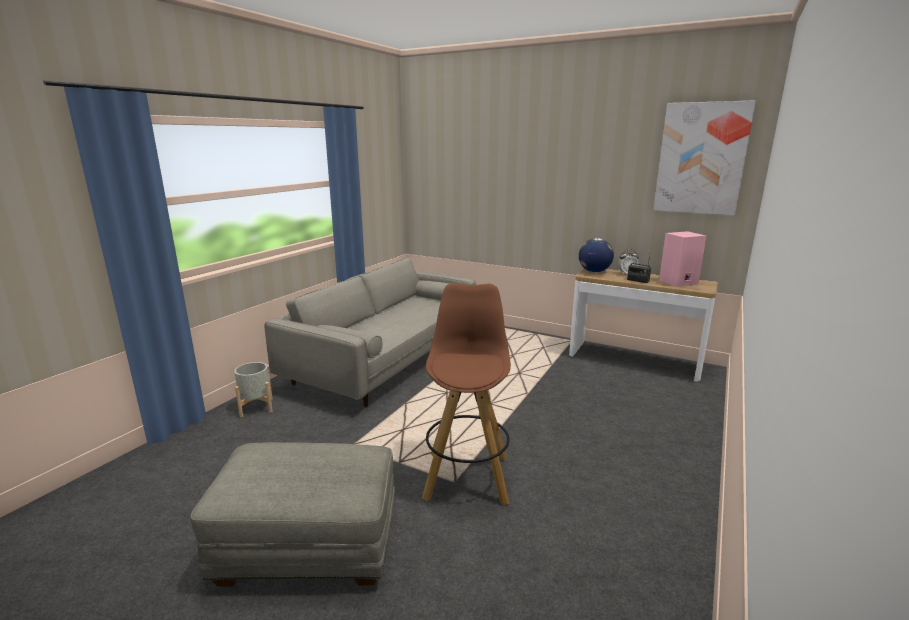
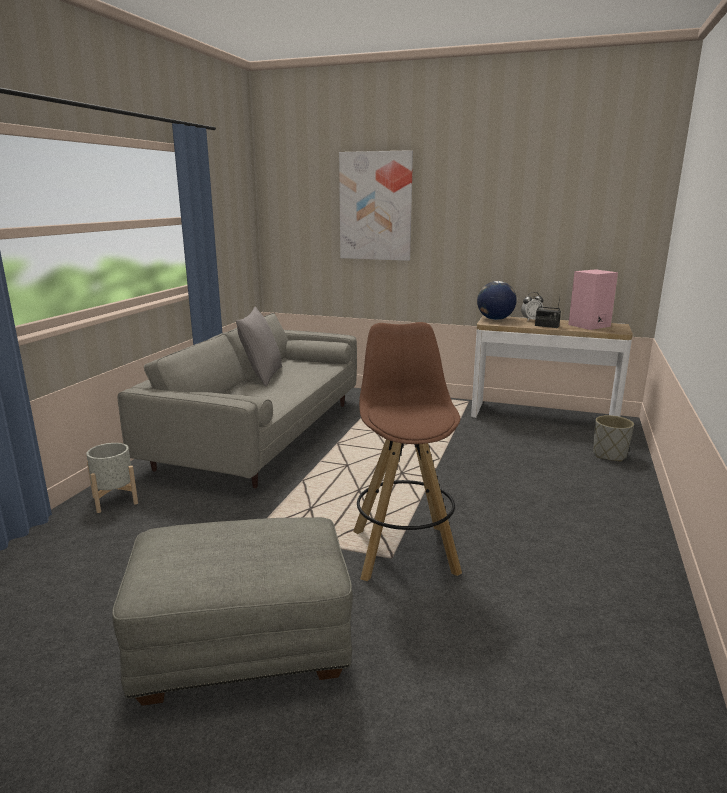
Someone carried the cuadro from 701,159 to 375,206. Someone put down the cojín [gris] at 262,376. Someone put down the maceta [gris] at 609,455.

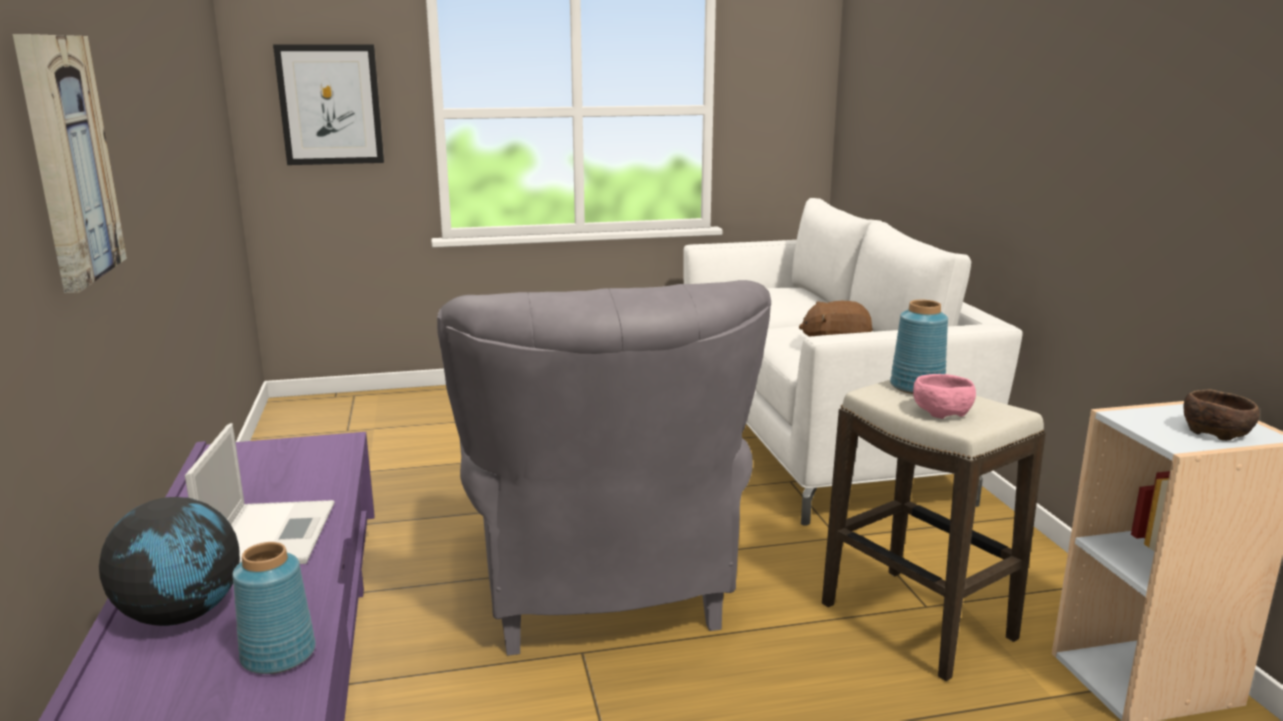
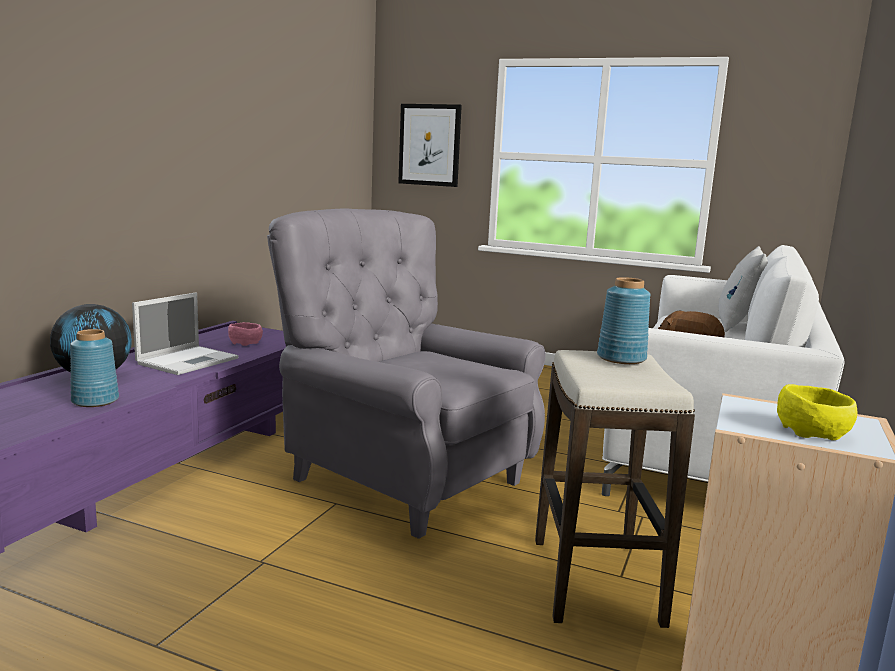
Someone took away the cuadro at 68,159. Someone rotated the sillón [gris] at 599,588 by 105 degrees clockwise. Someone carried the cuenco [rosa] from 941,410 to 245,342. Someone repainted the cuenco [marrón] at 1215,431, which became the cuenco [amarillo] at 813,431. Someone put down the cojín [gris] at 736,325.

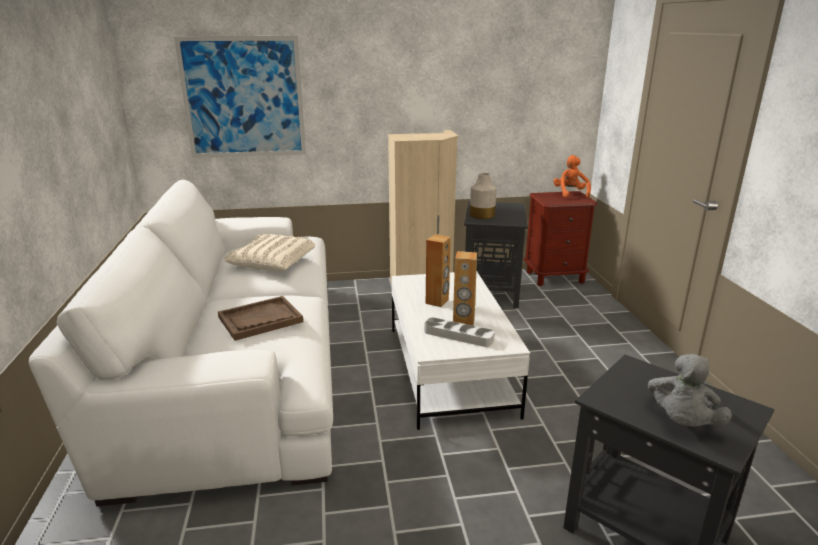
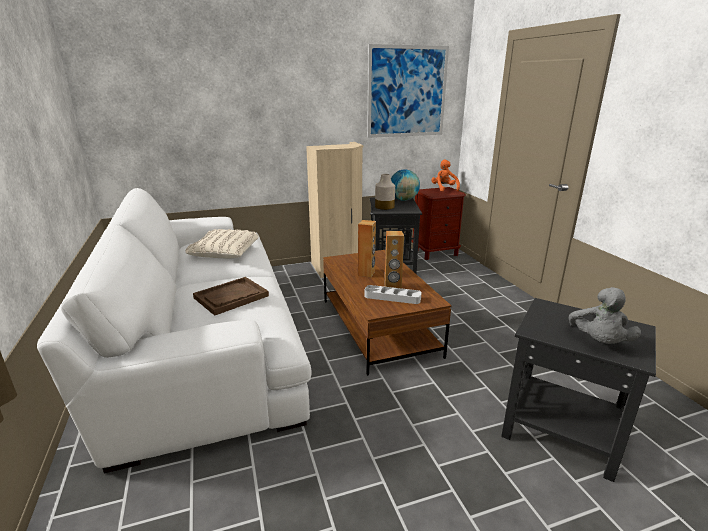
Someone carried the cuadro from 243,98 to 407,92. Someone repainted the mesa de centro [blanco] at 449,370, which became the mesa de centro [marrón] at 378,327. Someone put down the globo terráqueo at 403,200.

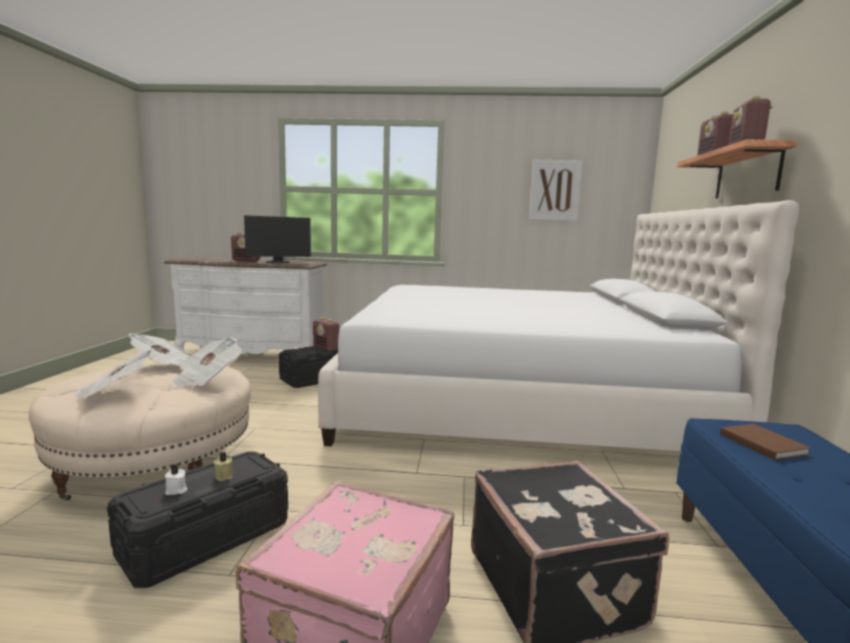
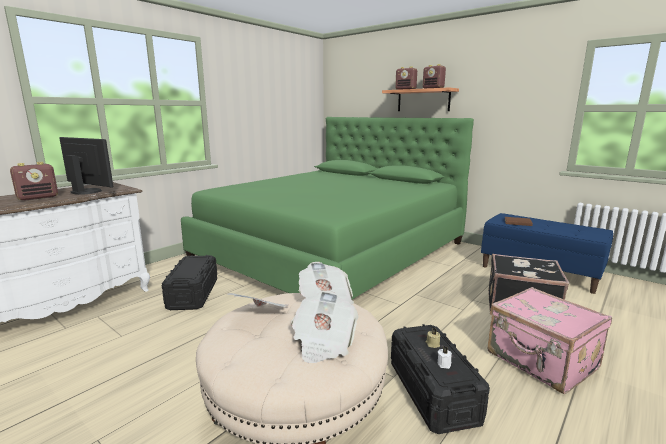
Someone took away the cuadro at 554,190. Someone repainted the cama [blanco] at 514,399, which became the cama [verde] at 332,250. Someone rotated the monitor at 278,262 by 75 degrees counterclockwise. Someone took away the radio at 326,348.

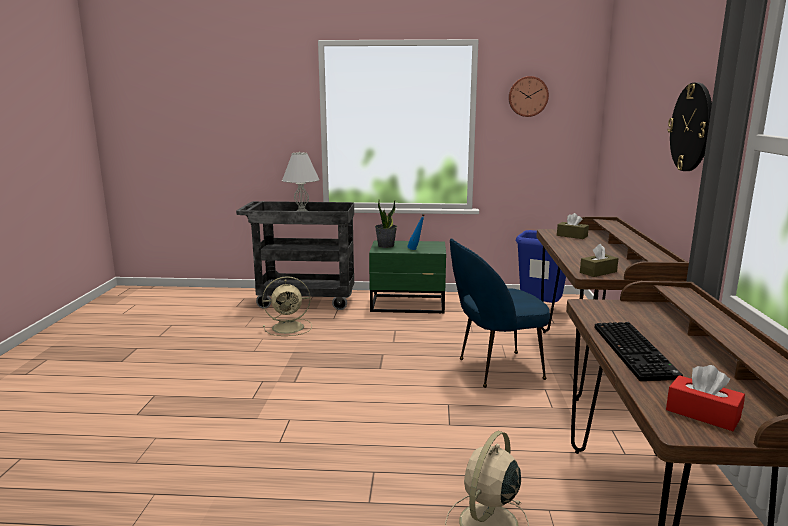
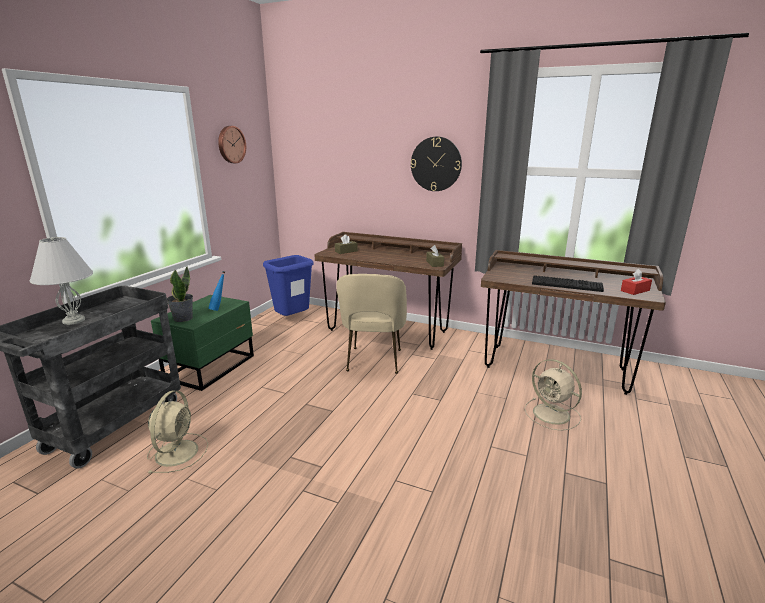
Someone repainted the silla [azul] at 493,370, which became the silla [beis] at 373,363.

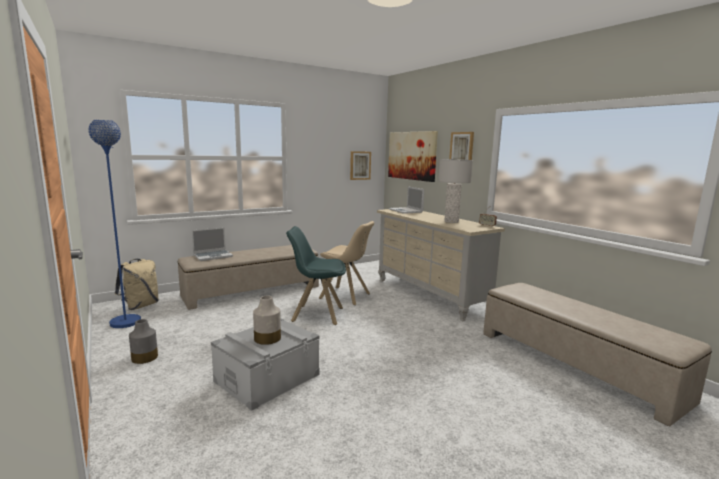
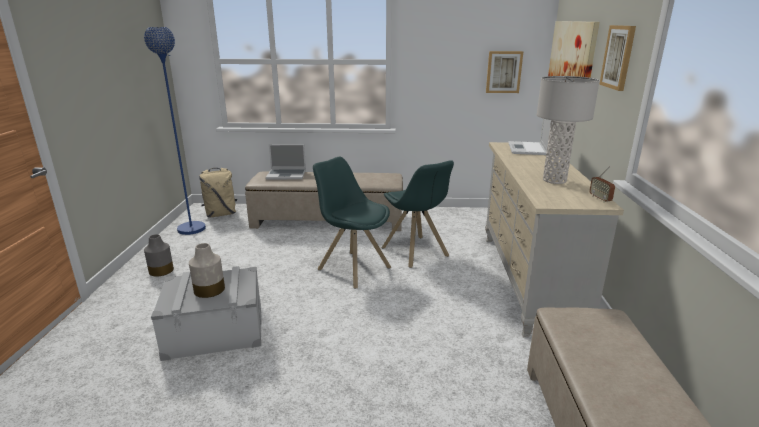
Someone repainted the silla [beis] at 345,296, which became the silla [turquesa] at 415,252.

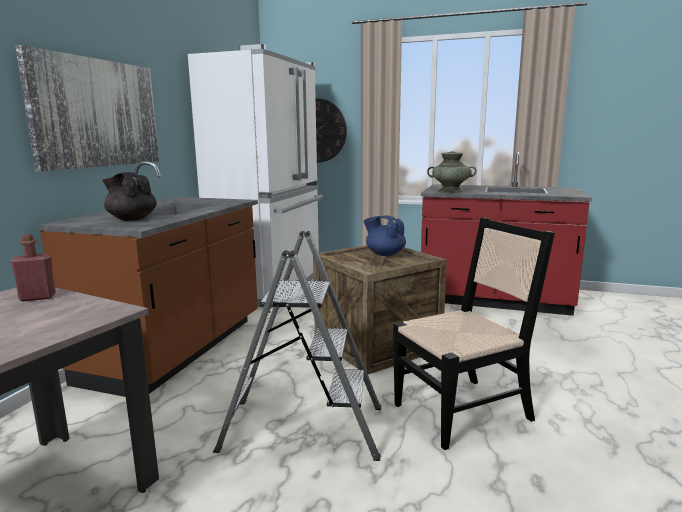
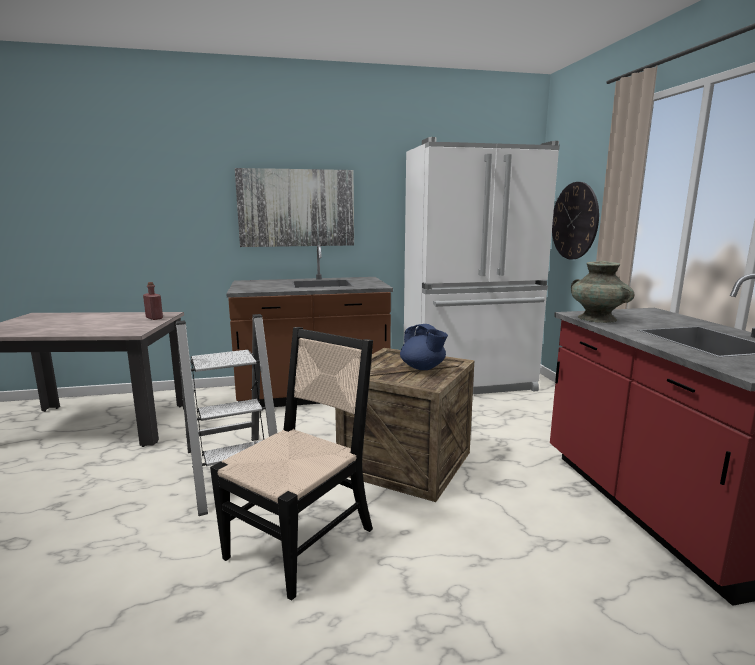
Someone took away the tetera [negro] at 132,219. Someone rotated the tetera [azul] at 384,254 by 135 degrees clockwise. Someone rotated the silla at 462,412 by 90 degrees counterclockwise.

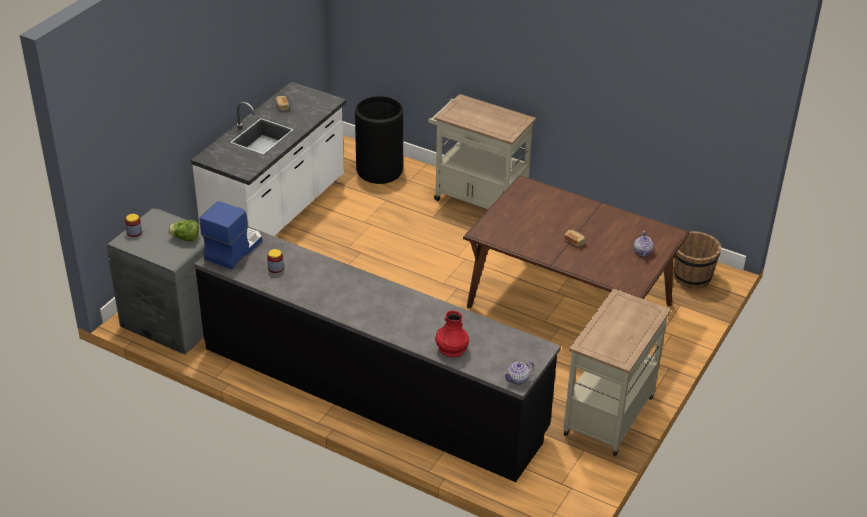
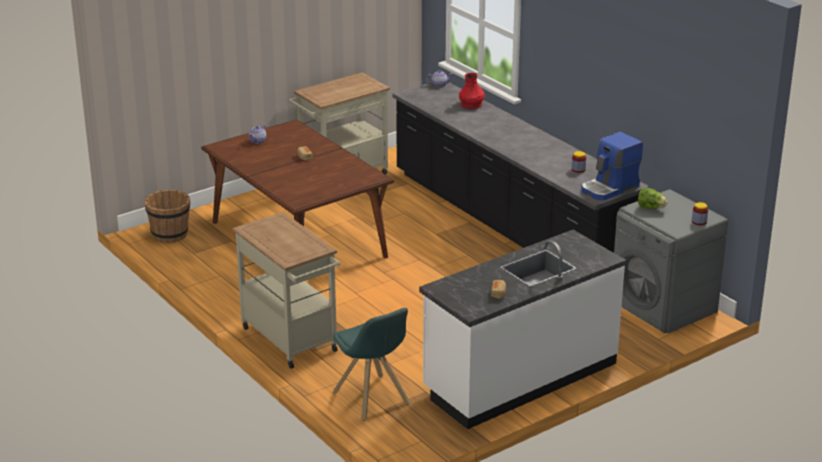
Someone swapped the papelera [negro] at 379,171 for the silla [turquesa] at 372,398.

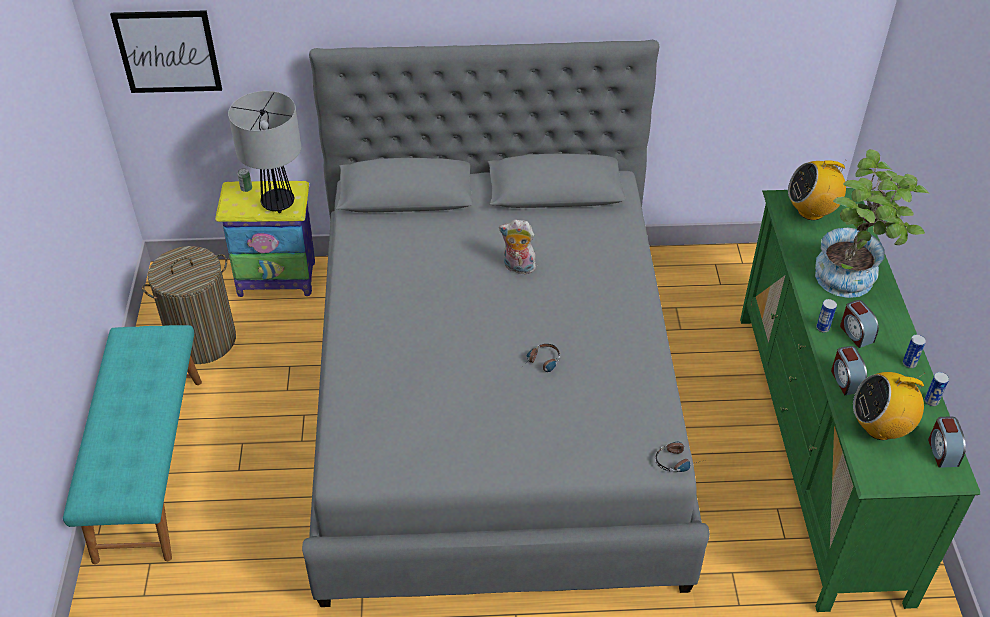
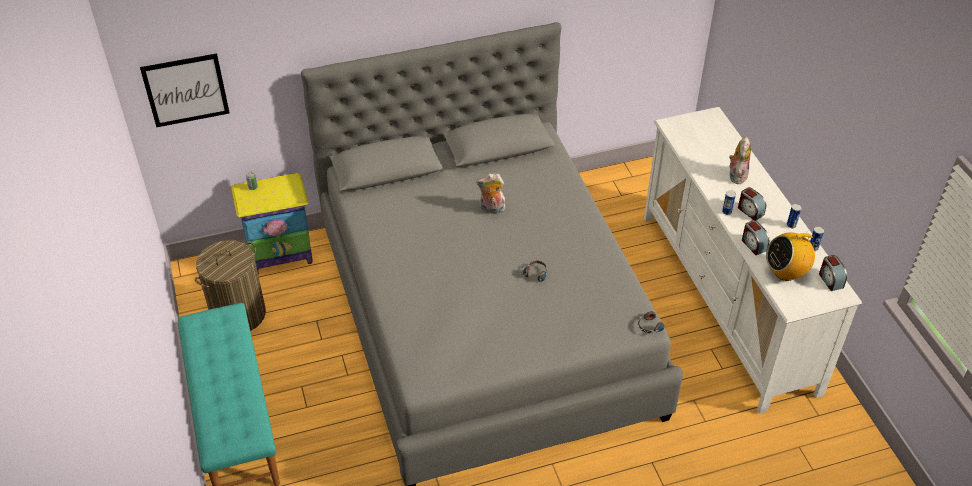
Someone took away the lámpara de mesa at 278,204. Someone swapped the planta en maceta at 852,281 for the peluche at 736,175. Someone took away the radio at 811,211. Someone repainted the cómoda [verde] at 818,449, which became the cómoda [blanco] at 726,301.

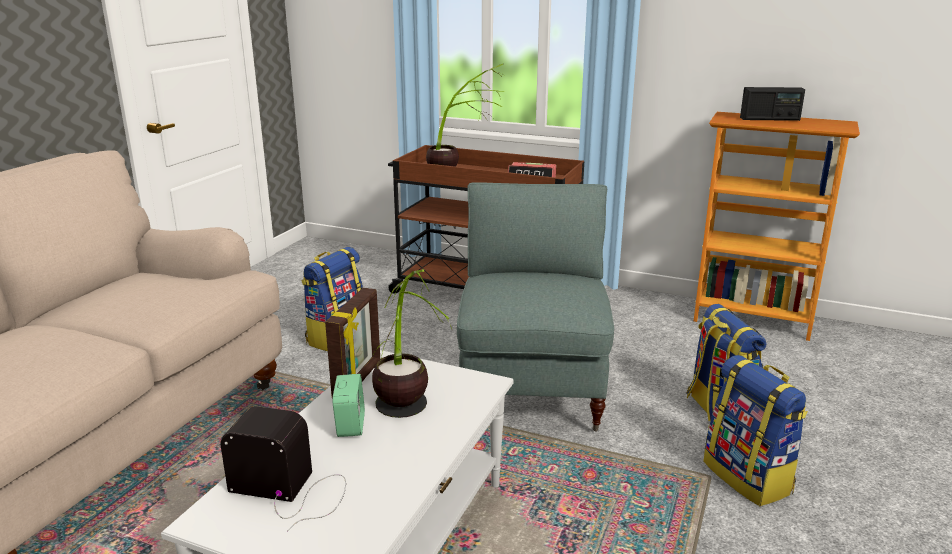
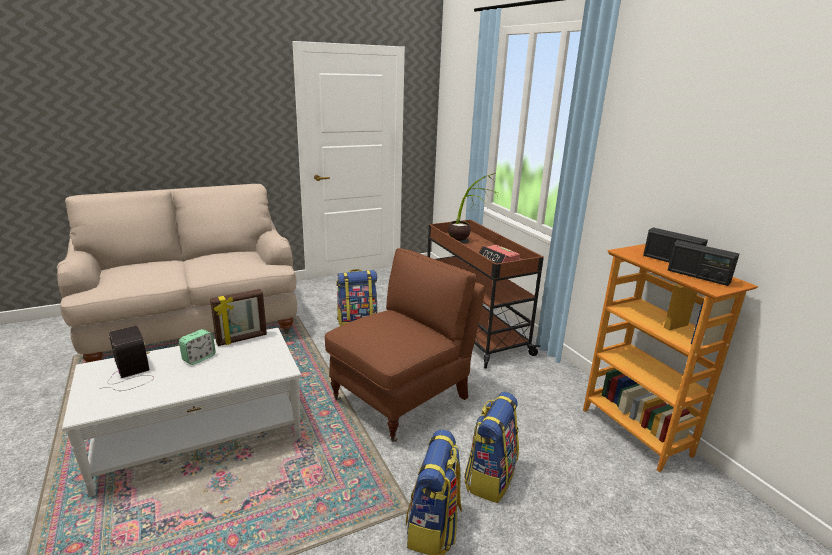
Someone repainted the sillón [gris] at 532,389, which became the sillón [marrón] at 402,398. Someone took away the planta en maceta at 407,420. Someone put down the radio at 698,276.

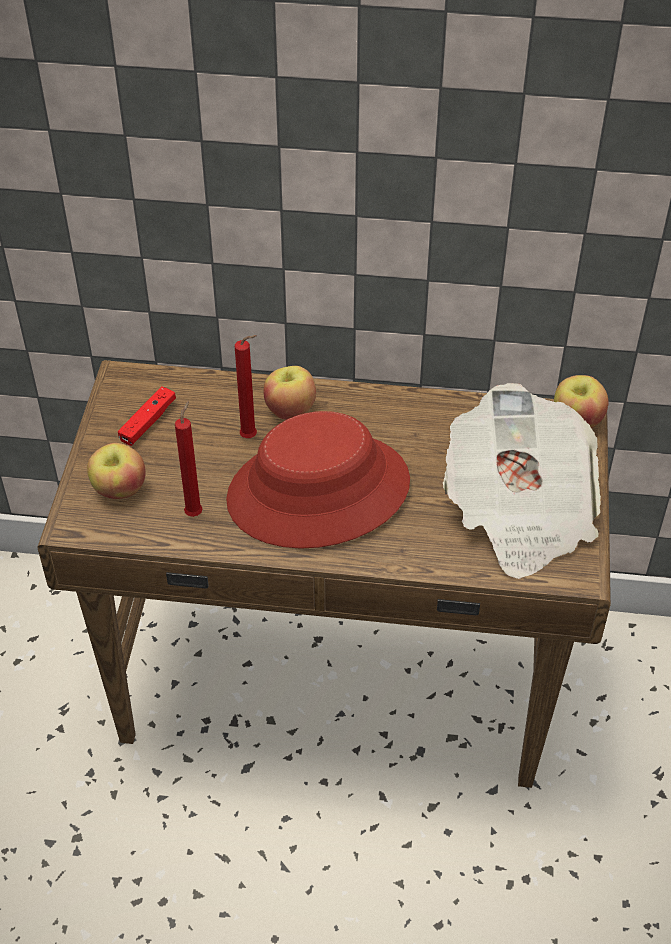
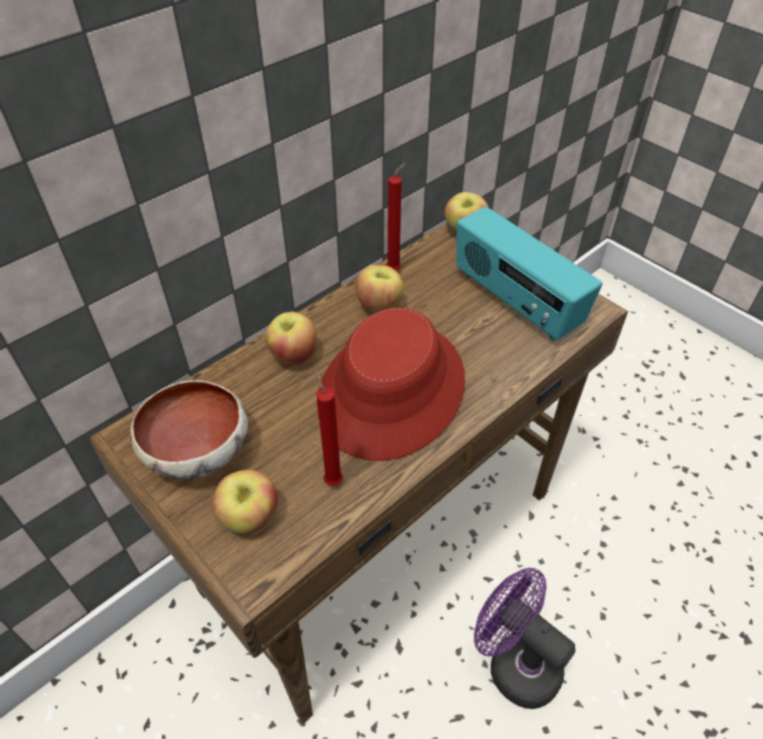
Someone carried the vela [rojo] from 251,437 to 395,270. Someone swapped the periódico at 519,511 for the radio at 515,302. Someone swapped the mando de consola [rojo] at 148,422 for the cuenco at 199,449. Someone put down the manzana at 379,305. Someone put down the ventilador [morado] at 514,662.

